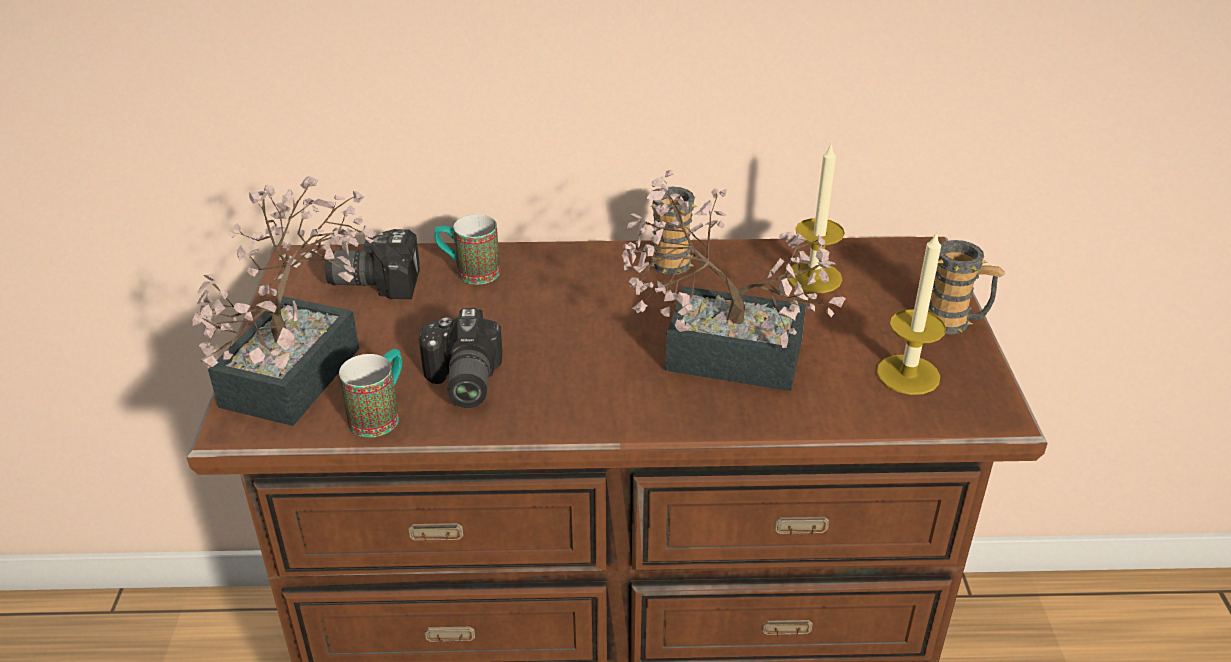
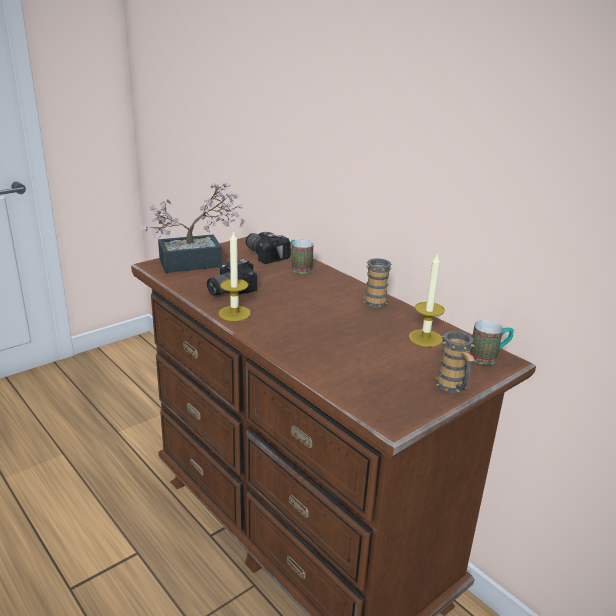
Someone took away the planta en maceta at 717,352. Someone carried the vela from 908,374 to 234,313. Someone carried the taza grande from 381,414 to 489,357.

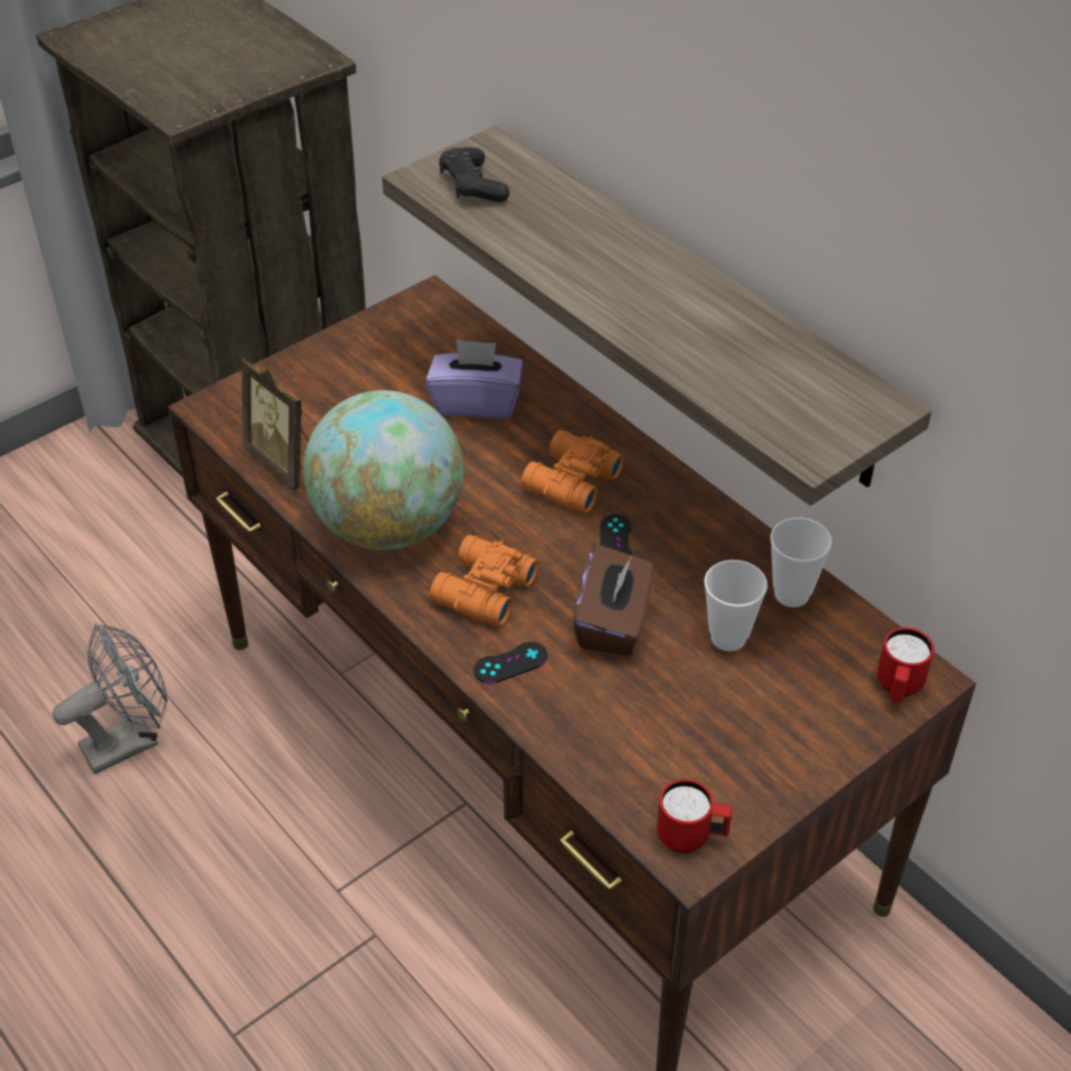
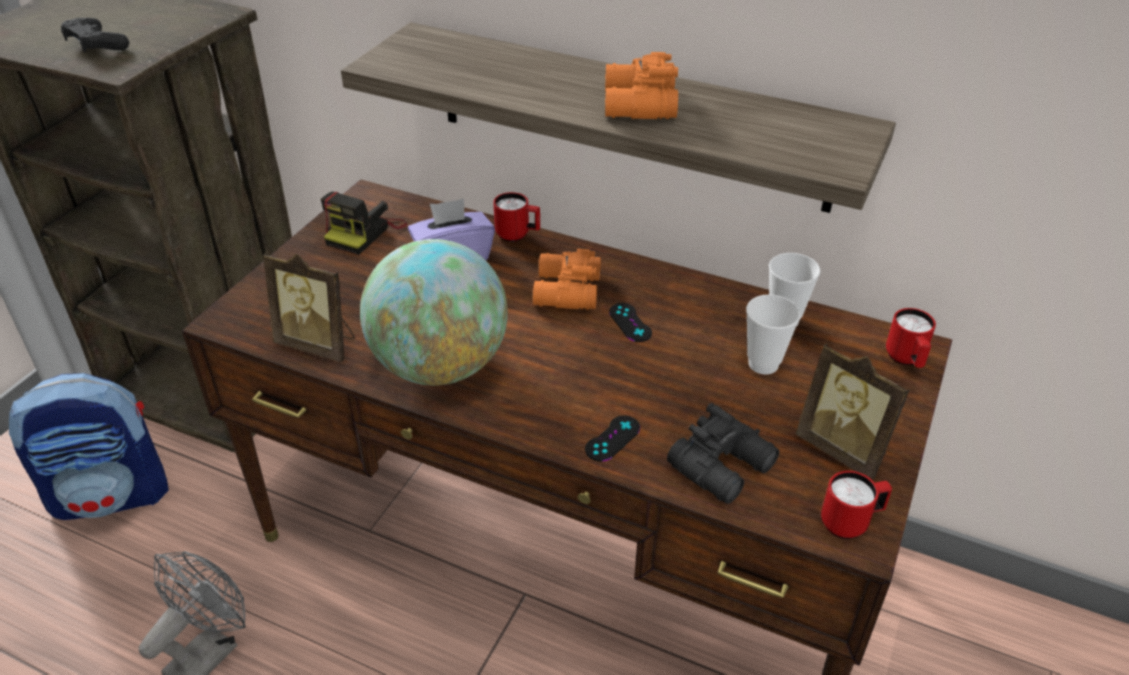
Someone carried the mando de consola [negro] from 472,186 to 96,45. Someone carried the prismáticos [naranja] from 481,591 to 637,105. Someone took away the caja de pañuelos [marrón] at 613,623. Someone put down the cámara at 364,232. Someone put down the taza grande [rojo] at 517,235. Someone put down the portarretratos at 843,449. Someone put down the mochila at 112,494. Someone put down the prismáticos [negro] at 724,466.

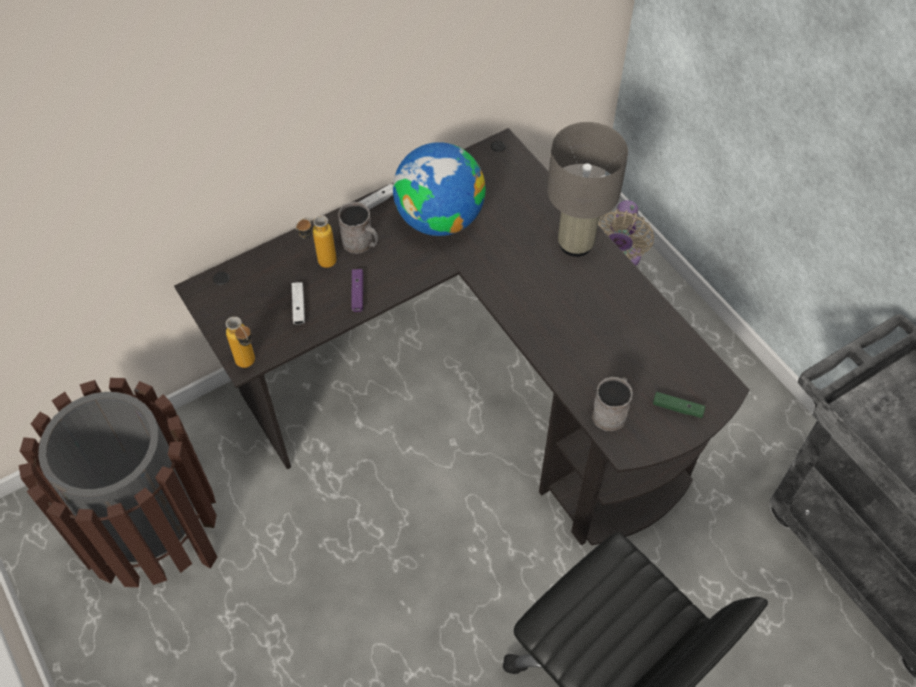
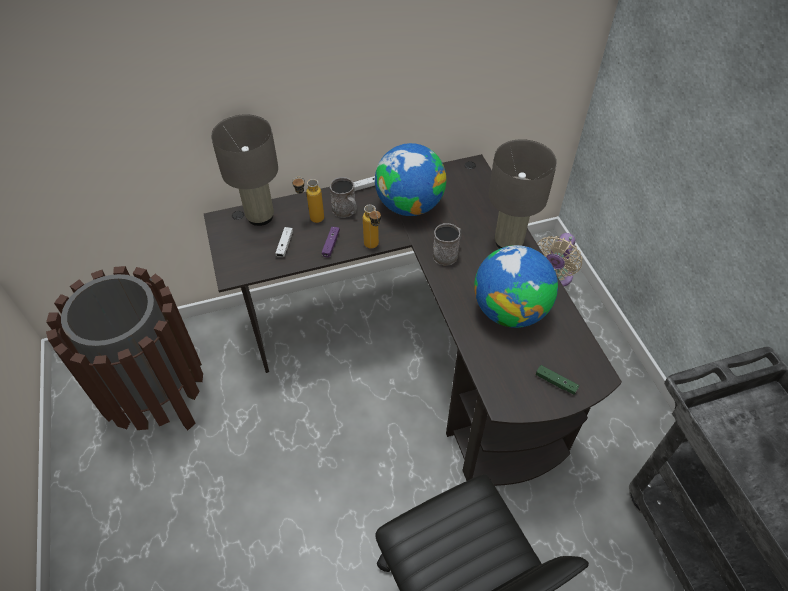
Someone carried the botella from 249,366 to 373,248. Someone carried the taza grande [gris] from 611,411 to 447,254. Someone put down the lámpara de mesa [gris] at 260,216. Someone put down the globo terráqueo at 510,310.

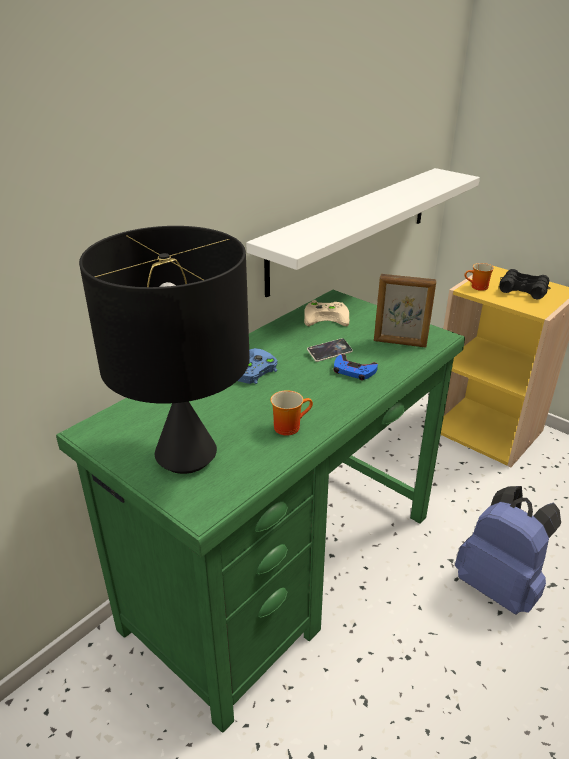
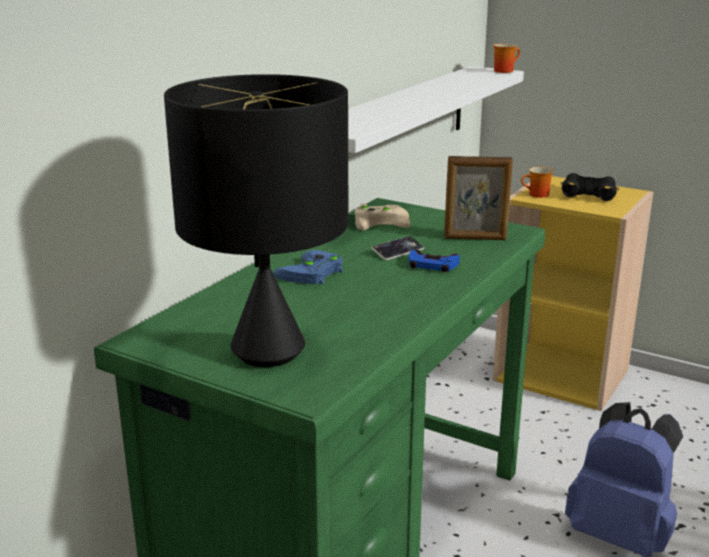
Someone carried the taza grande from 289,425 to 504,71.

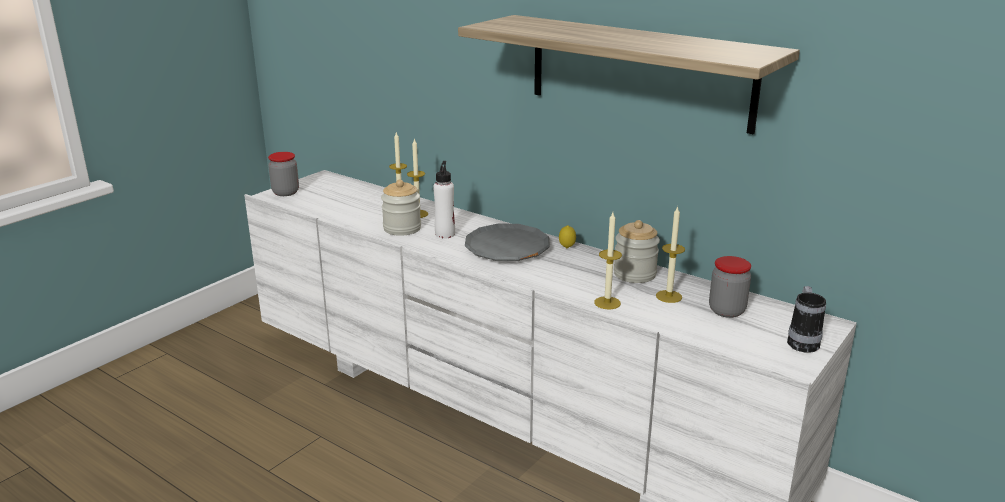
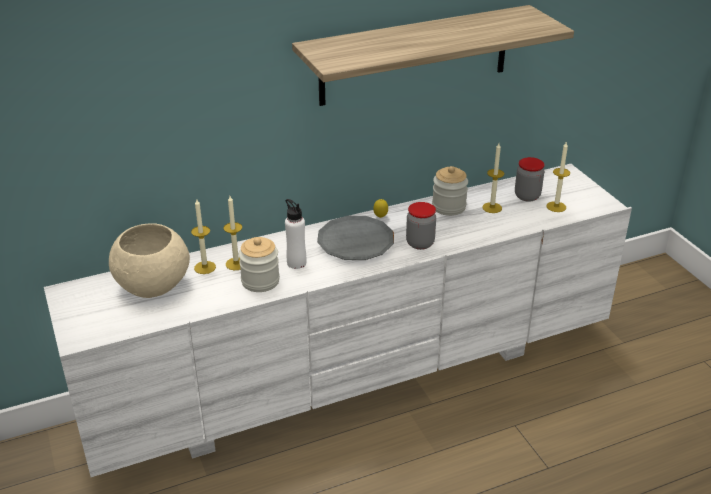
Someone carried the tarro from 285,192 to 420,243. Someone carried the vela from 607,303 to 556,206. Someone took away the taza grande at 802,341. Someone put down the cuenco [beis] at 153,287.

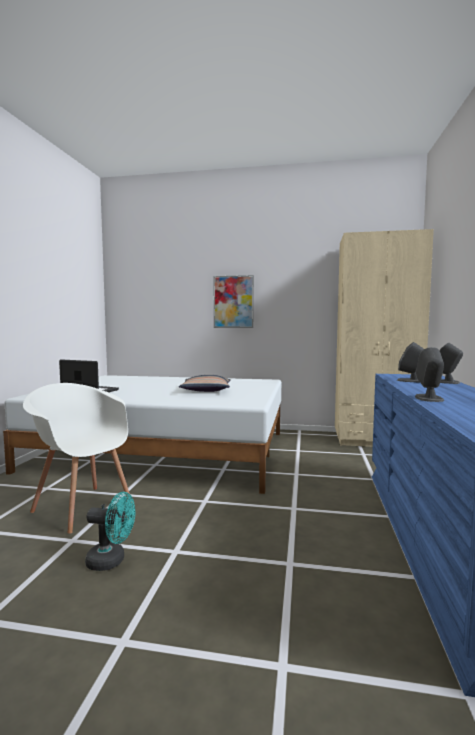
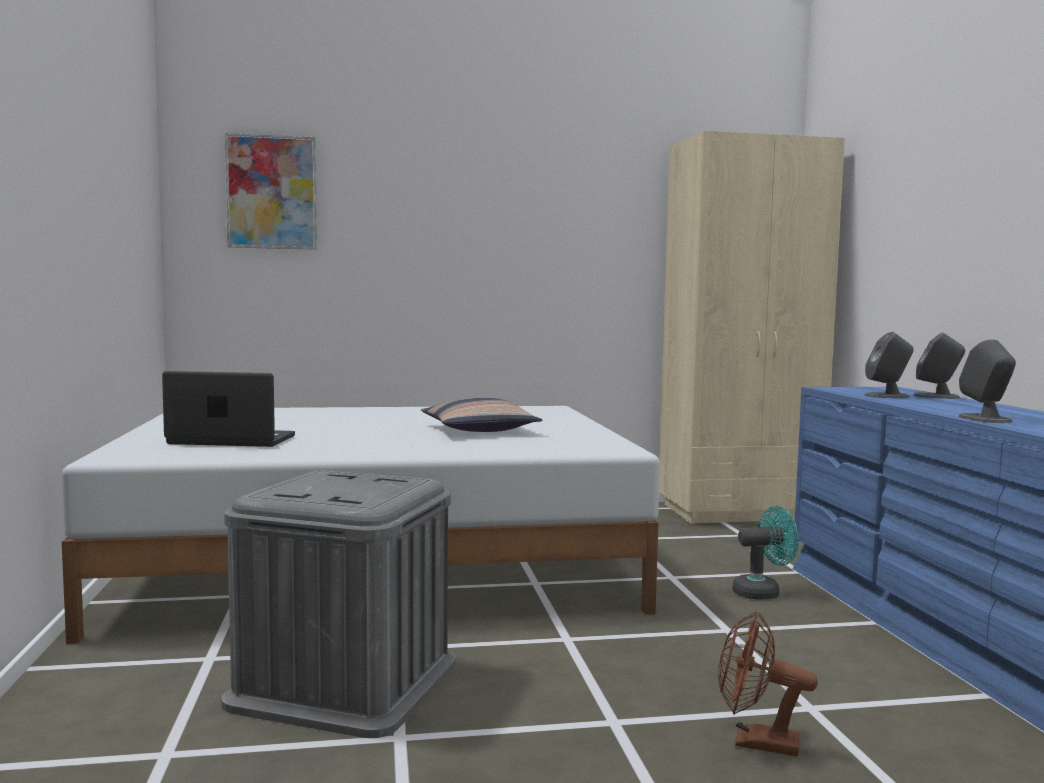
Someone carried the cuadro from 233,302 to 271,192. Someone swapped the silla [blanco] at 82,508 for the caja de almacenaje [gris] at 344,683. Someone carried the ventilador [turquesa] from 111,561 to 763,592. Someone put down the ventilador [marrón] at 755,742.

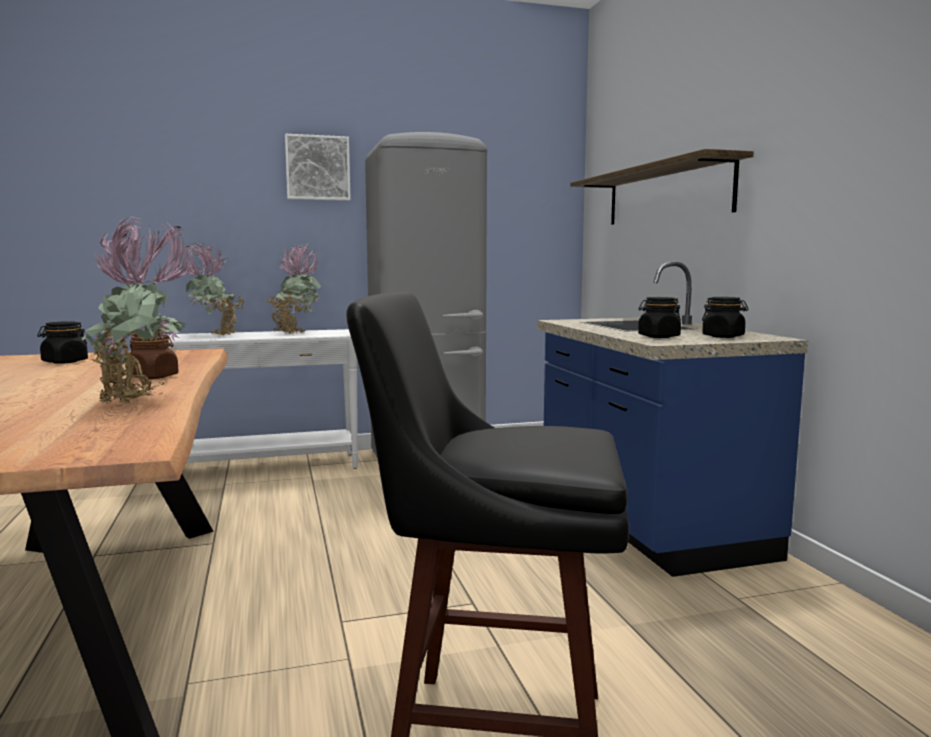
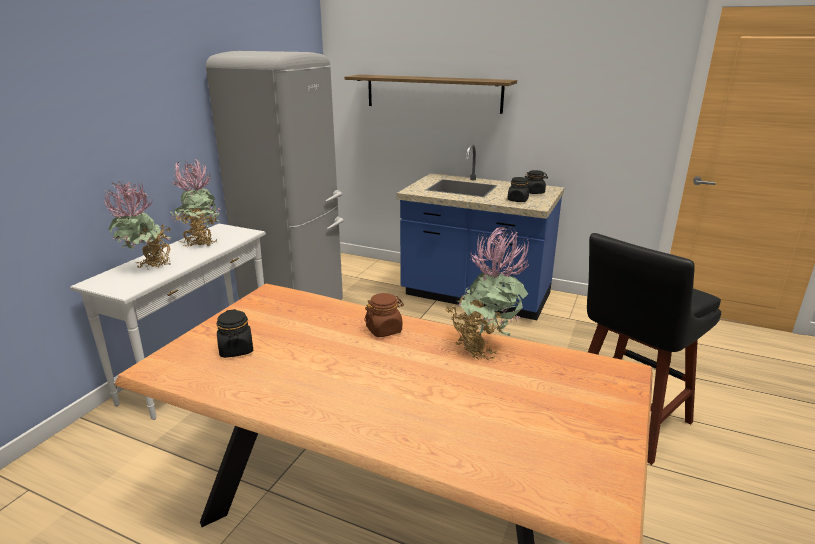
Someone took away the cuadro at 317,168.

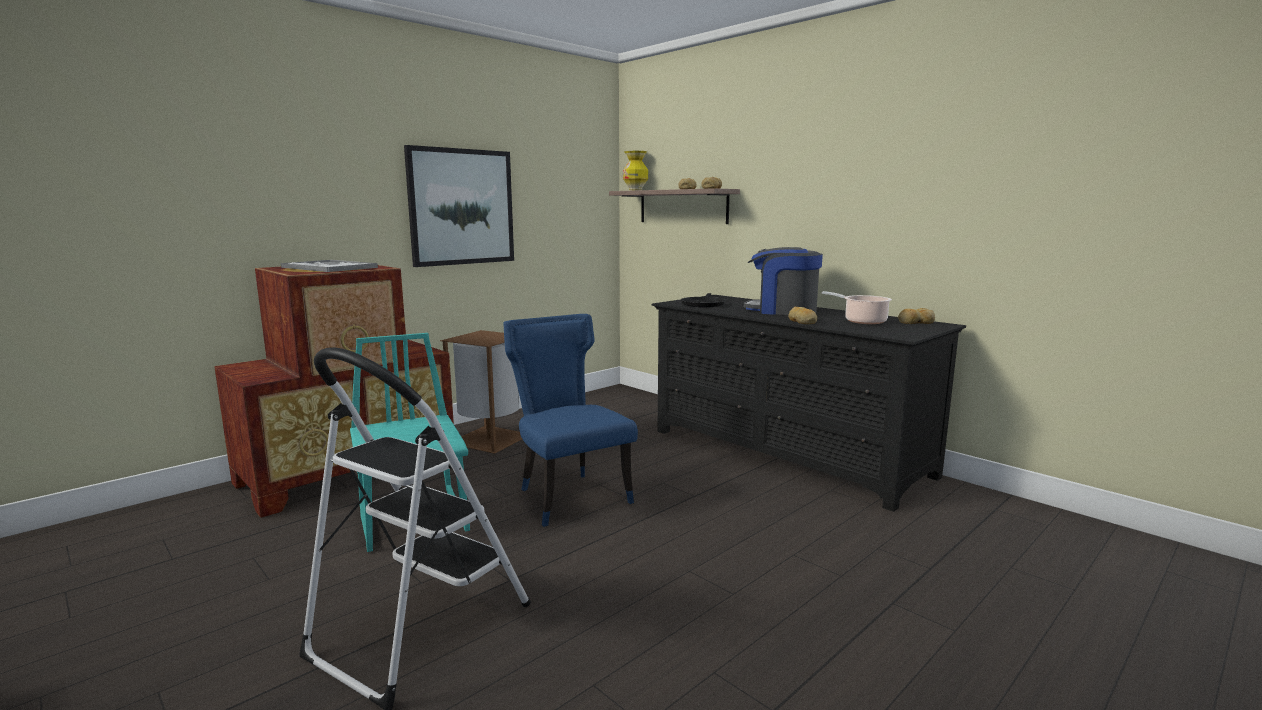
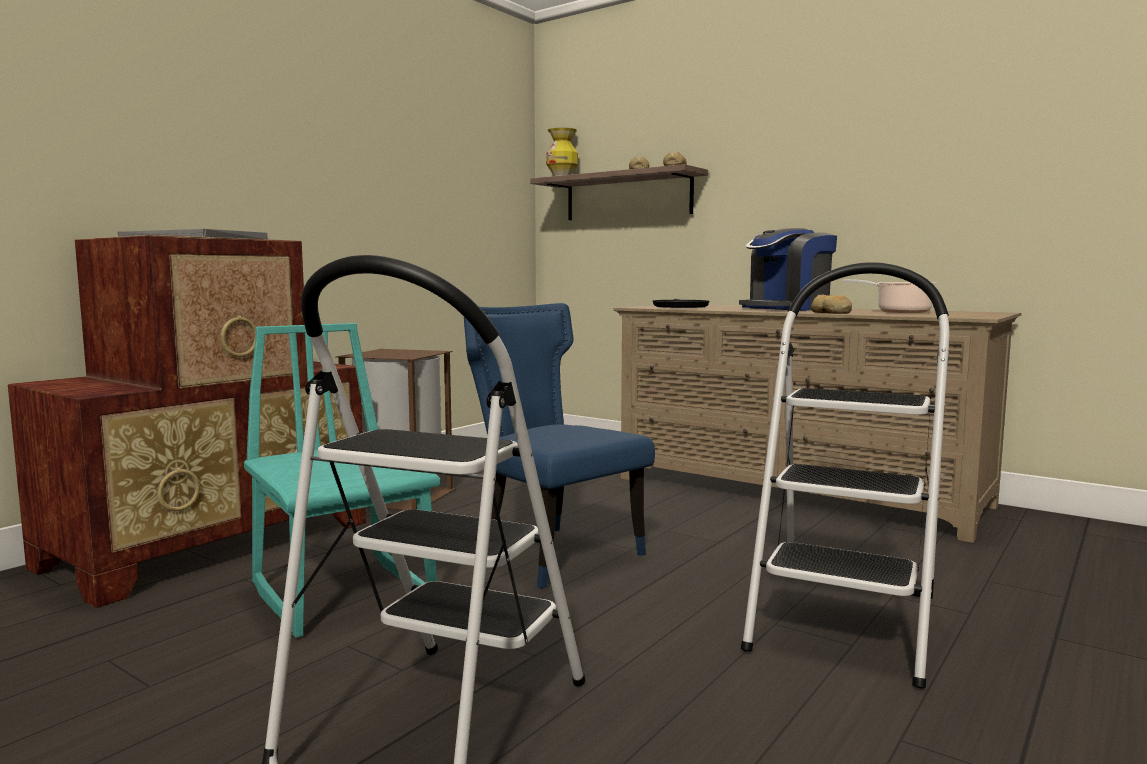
Someone took away the cuadro at 461,207. Someone rotated the cafetera at 782,310 by 45 degrees counterclockwise. Someone repainted the cómoda [negro] at 785,453, which became the cómoda [beis] at 796,492. Someone took away the pan at 915,322. Someone put down the escalera de tijera at 848,620.

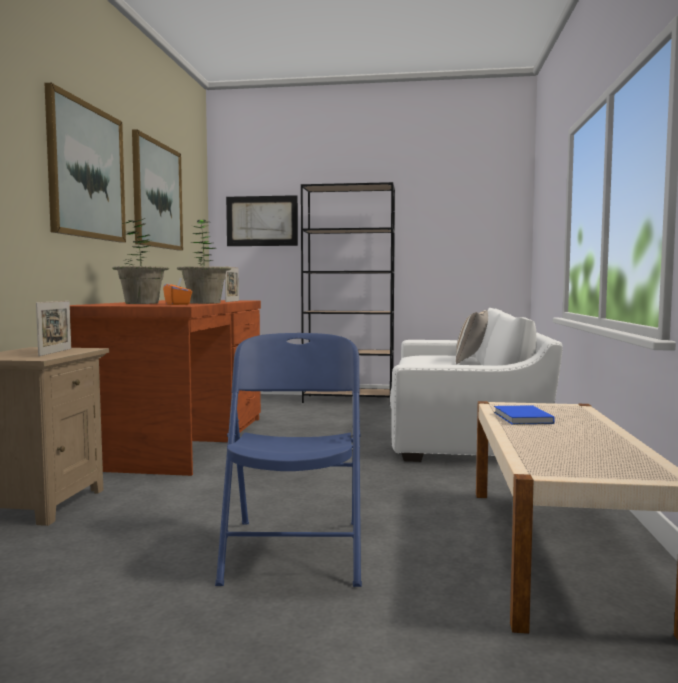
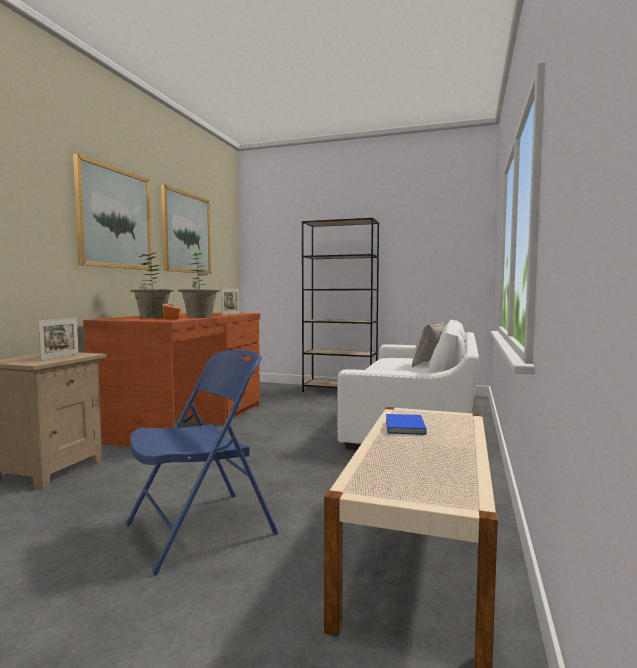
Someone took away the cuadro at 262,221. Someone rotated the silla [azul] at 295,551 by 45 degrees clockwise.

